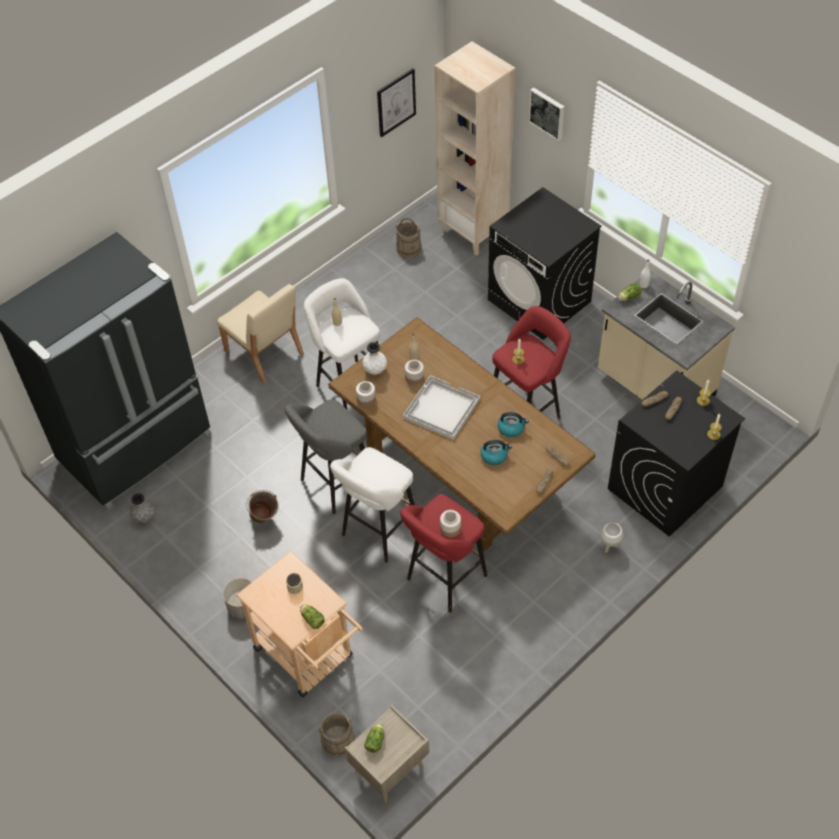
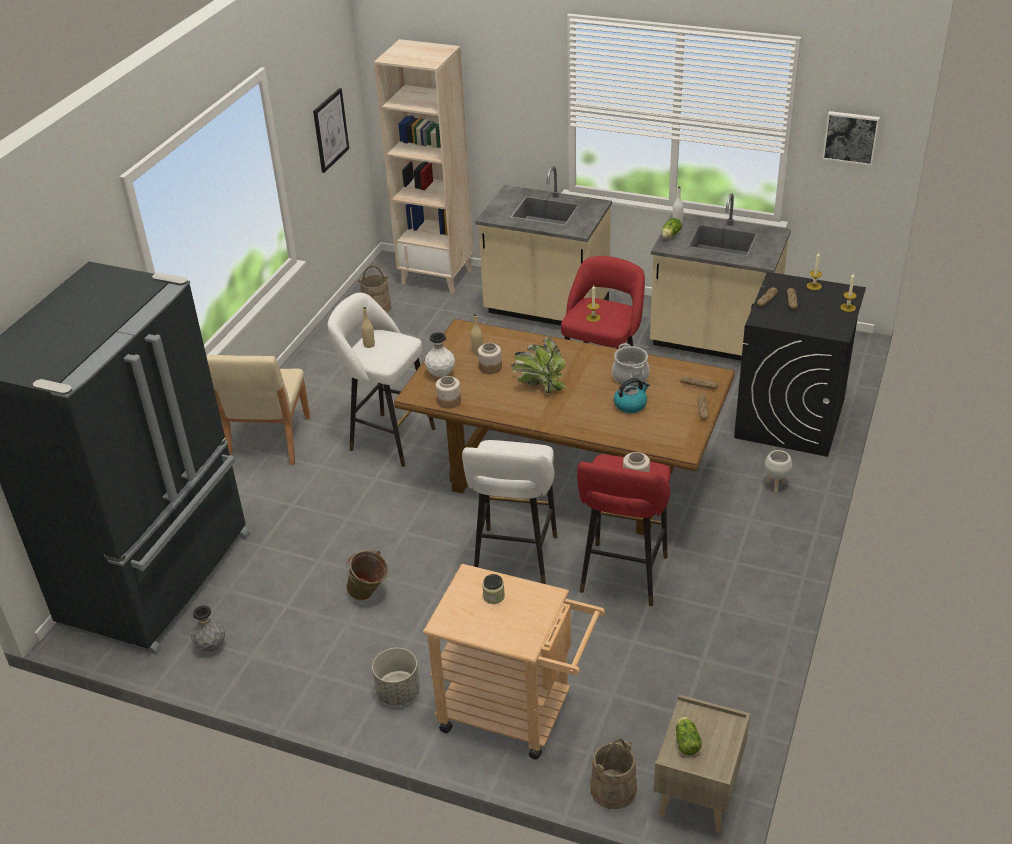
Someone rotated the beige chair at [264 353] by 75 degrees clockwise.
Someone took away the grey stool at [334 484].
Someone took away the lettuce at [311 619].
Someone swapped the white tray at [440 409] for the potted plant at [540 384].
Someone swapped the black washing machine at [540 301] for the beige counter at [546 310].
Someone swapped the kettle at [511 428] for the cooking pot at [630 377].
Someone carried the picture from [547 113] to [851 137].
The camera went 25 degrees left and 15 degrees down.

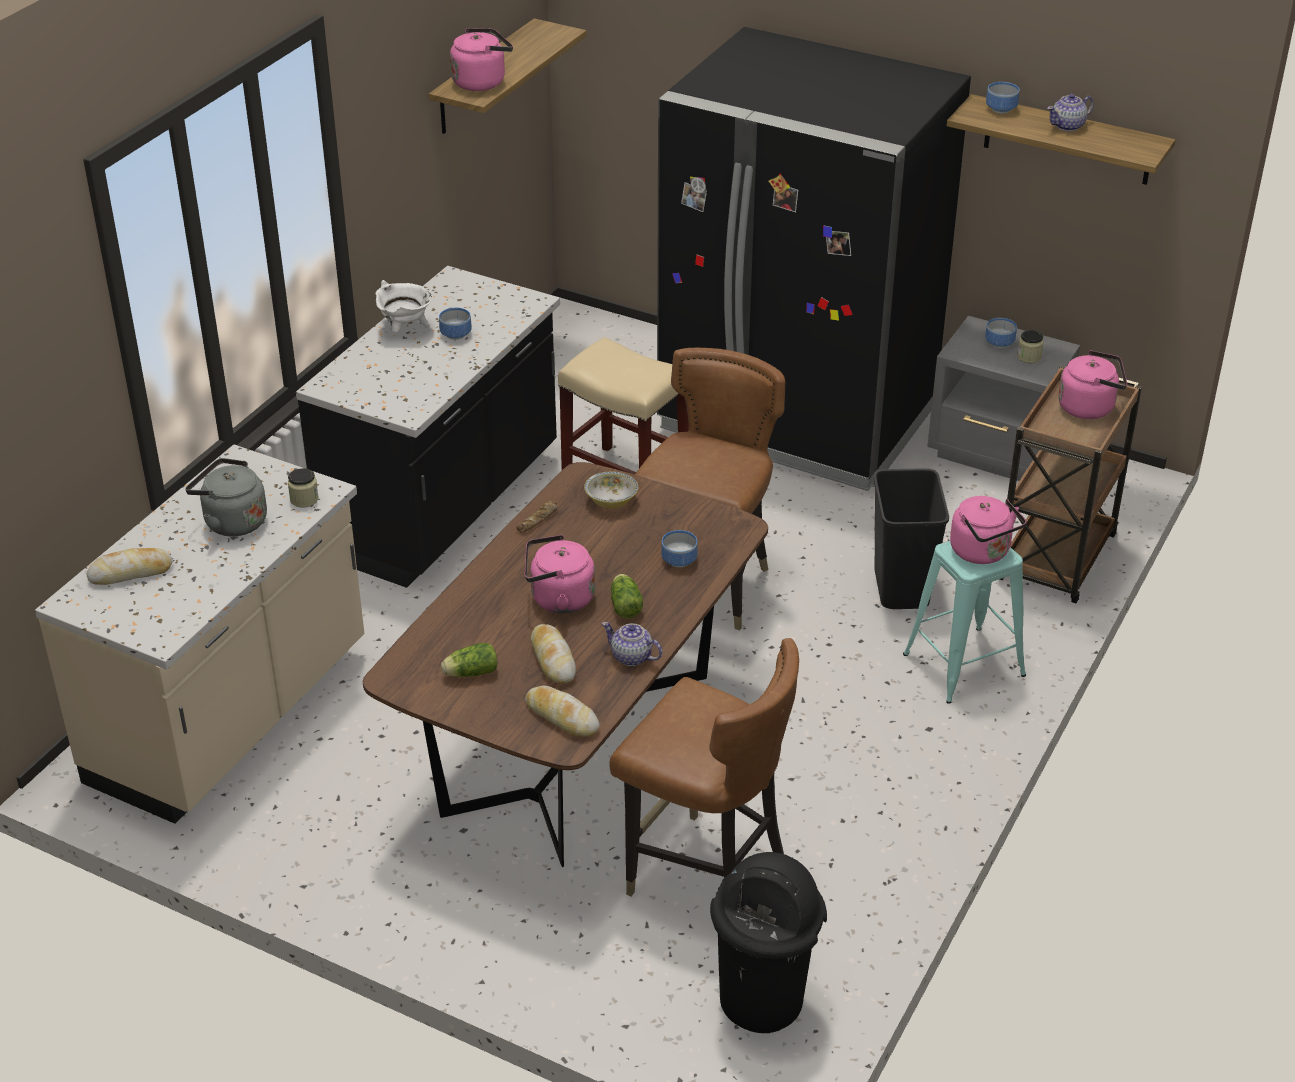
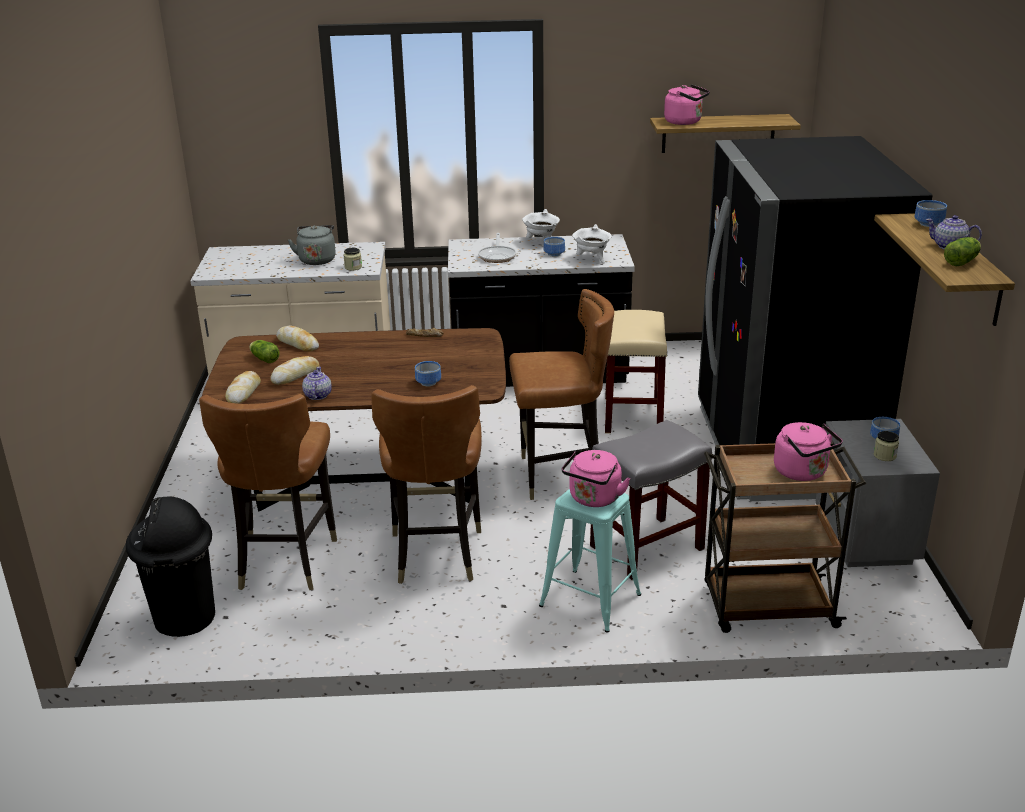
Someone carried the bread from [131 573] to [298 344].
Someone took away the pink kettle at [558 599].
Someone took away the bowl at [611 501].
Someone carried the lettuce from [625 604] to [962 261].
Someone swapped the black trash can at [902 589] for the grey stool at [646 548].
Someone put down the brown chair at [435 554].
Someone put down the frying pan at [497 256].
Someone put down the white cooking pot at [592 260].
The camera went 60 degrees right and 10 degrees down.

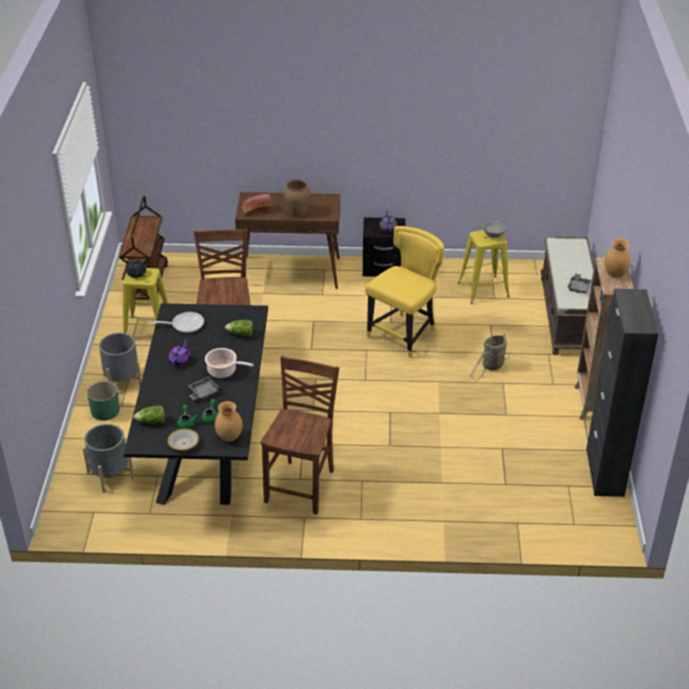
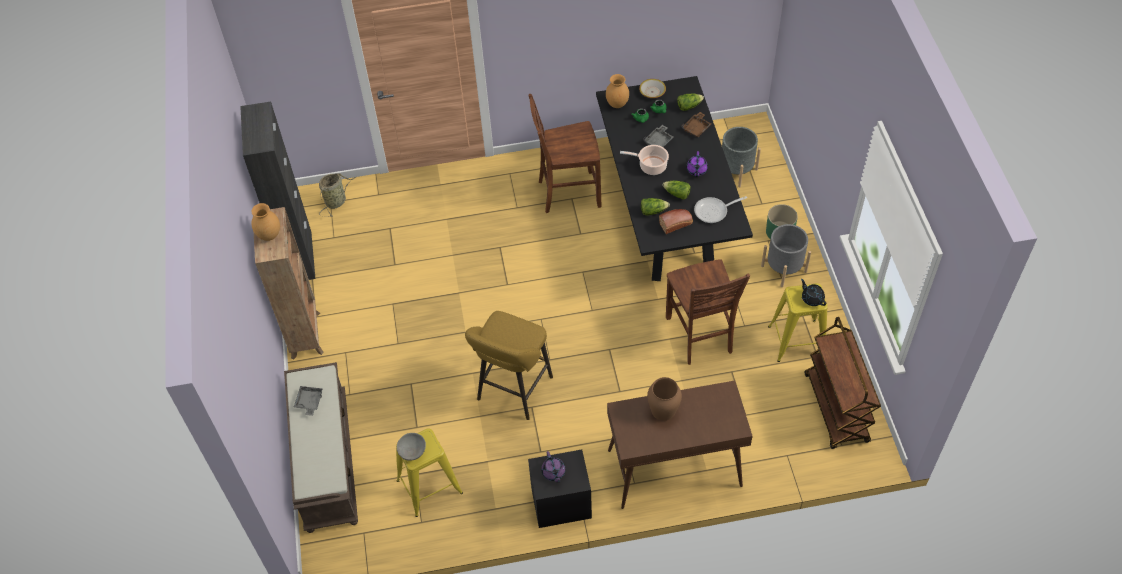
Someone carried the bread from [256 210] to [676 224].
Someone rotated the brown chair at [302 485] by 75 degrees clockwise.
Someone swapped the yellow chair at [404 334] for the yellow stool at [512 391].
Someone carried the basket from [491 367] to [336 201].
Someone put down the lettuce at [677 194].
Someone put down the brown tray at [696 128].
The camera went 170 degrees right and 15 degrees up.

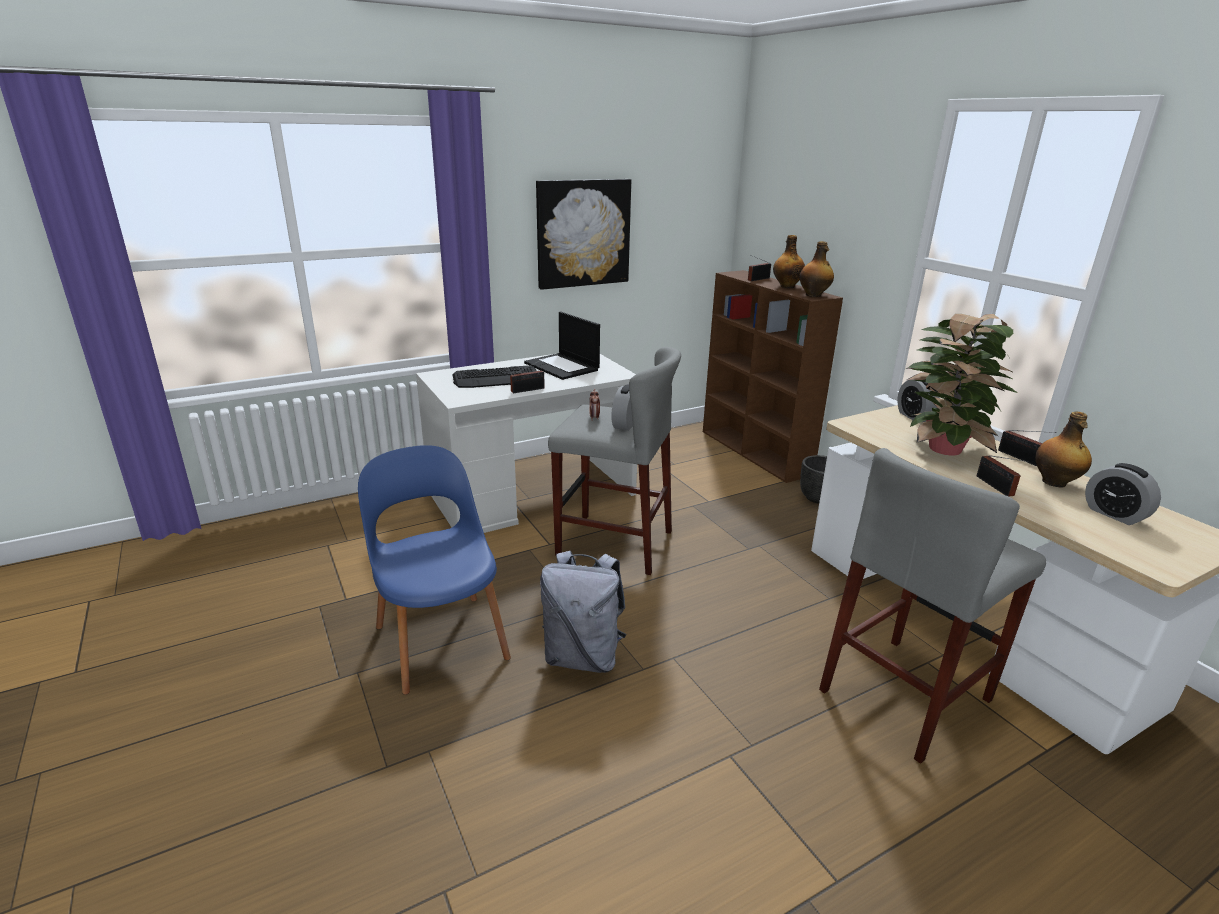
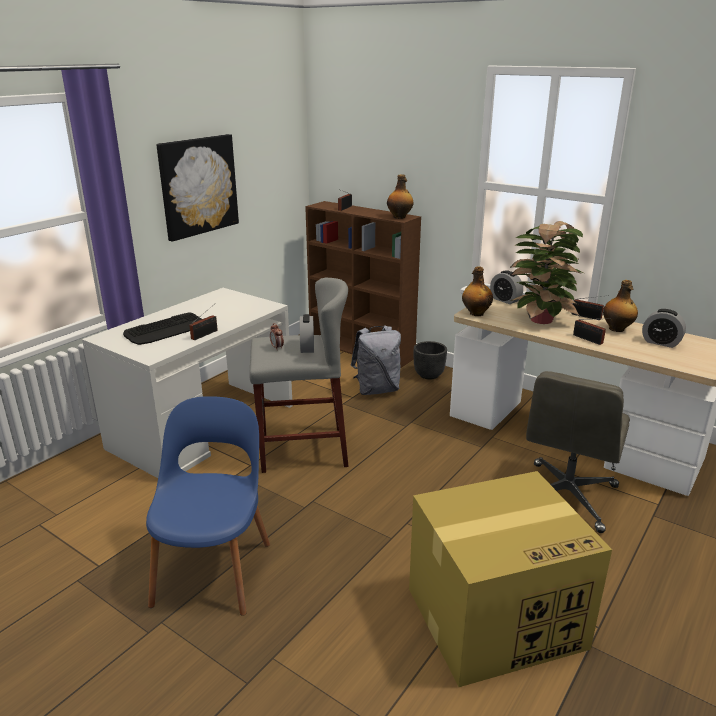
Someone rotated the blue chair at [440 638] by 60 degrees clockwise.
Someone took away the laptop at [562 367].
Someone carried the grey backpack from [583 657] to [377 390].
Someone carried the bottle from [786 286] to [476 313].
Someone swapped the grey stool at [905 695] for the grey office chair at [566 497].
Someone put down the cardboard box at [496 617].
The camera went 25 degrees left and 0 degrees up.

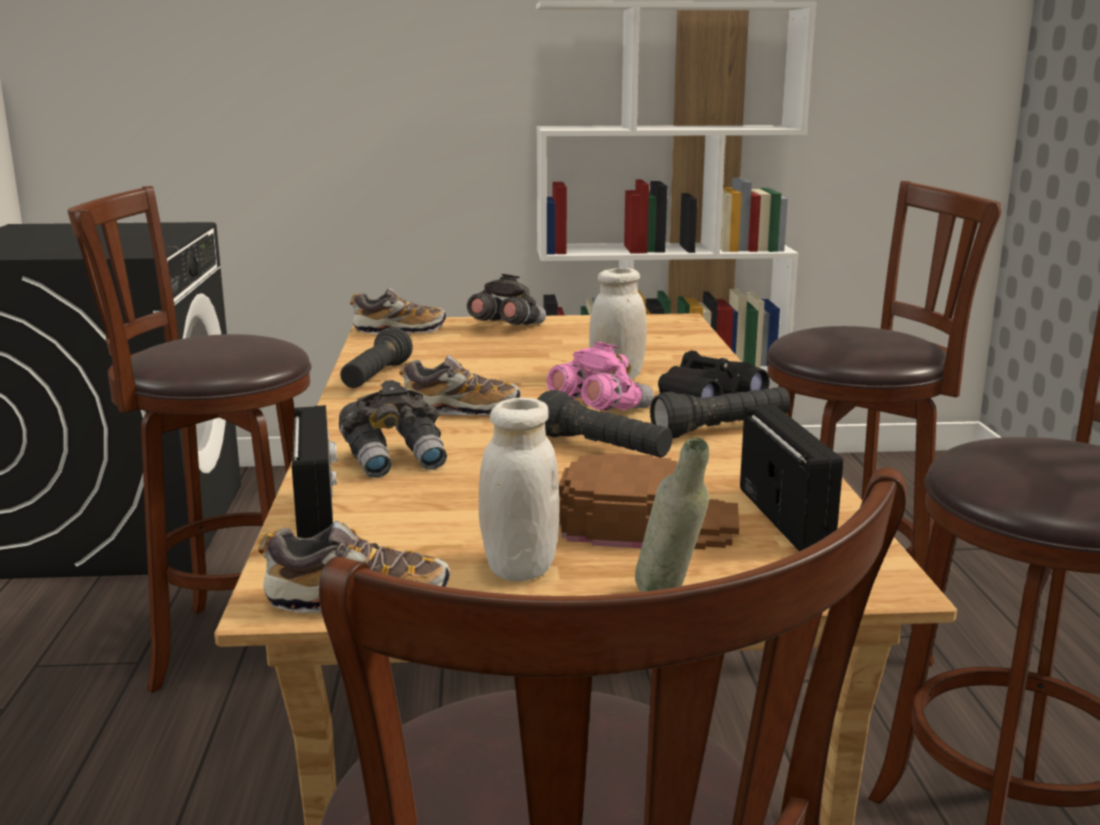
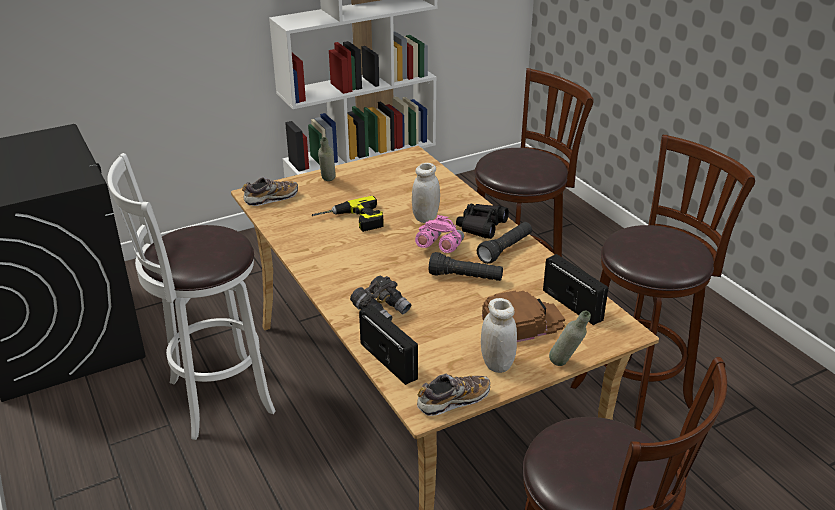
Someone repainted the brown stool at [232 647], which became the white stool at [214 399].
Someone took away the black flashlight at [376 378].
Someone took away the shoe at [460 410].
Someone swapped the grey binoculars at [506 327] for the grey bottle at [328 182].
Someone put down the power drill at [350 221].
The camera went 25 degrees left and 15 degrees up.

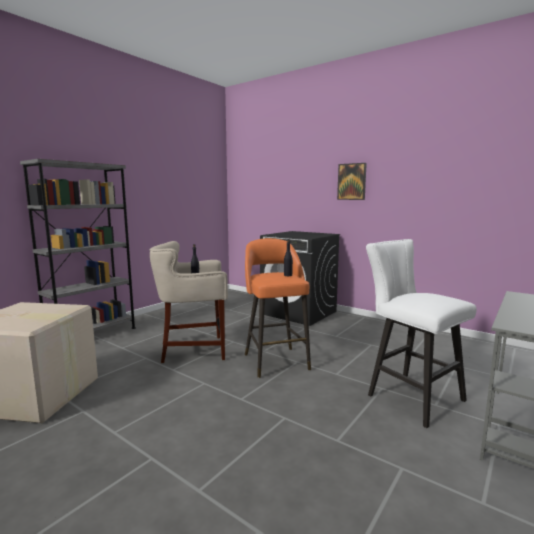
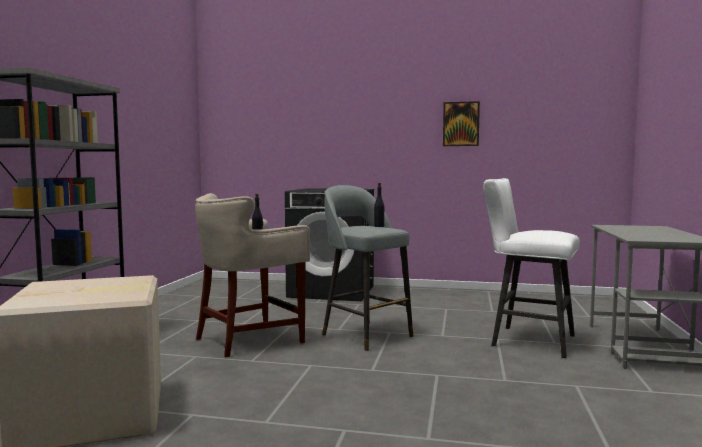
Someone repainted the orange stool at [275 361], which became the grey stool at [365 335].
Someone carried the picture from [351 181] to [461 124].
The camera went 25 degrees left and 5 degrees down.

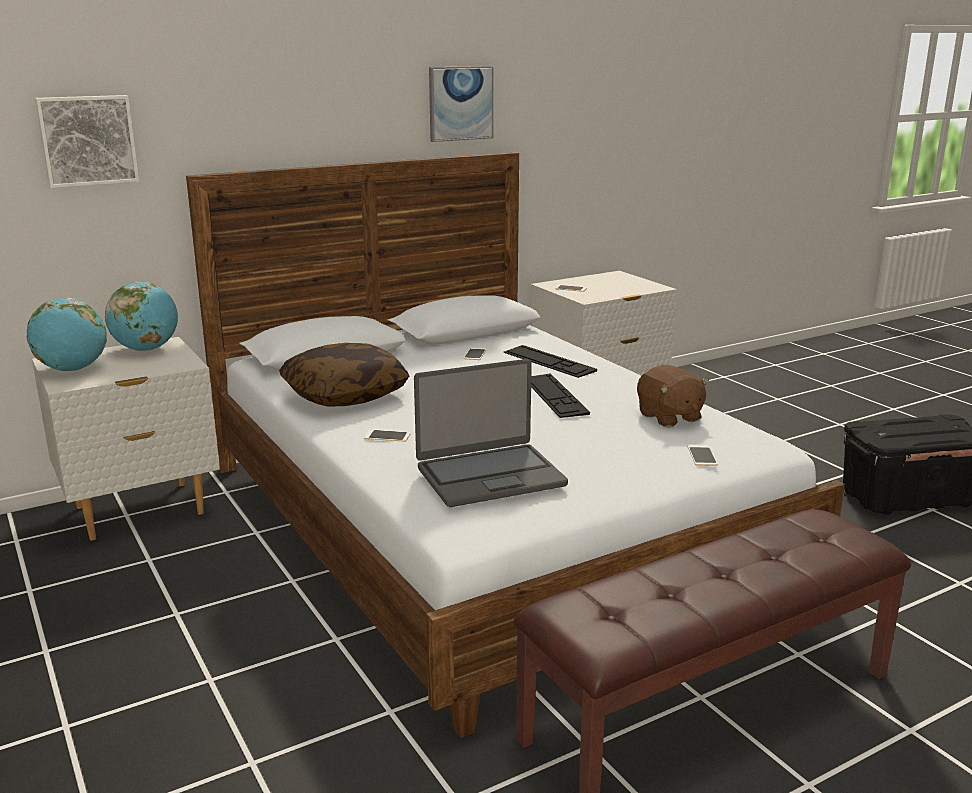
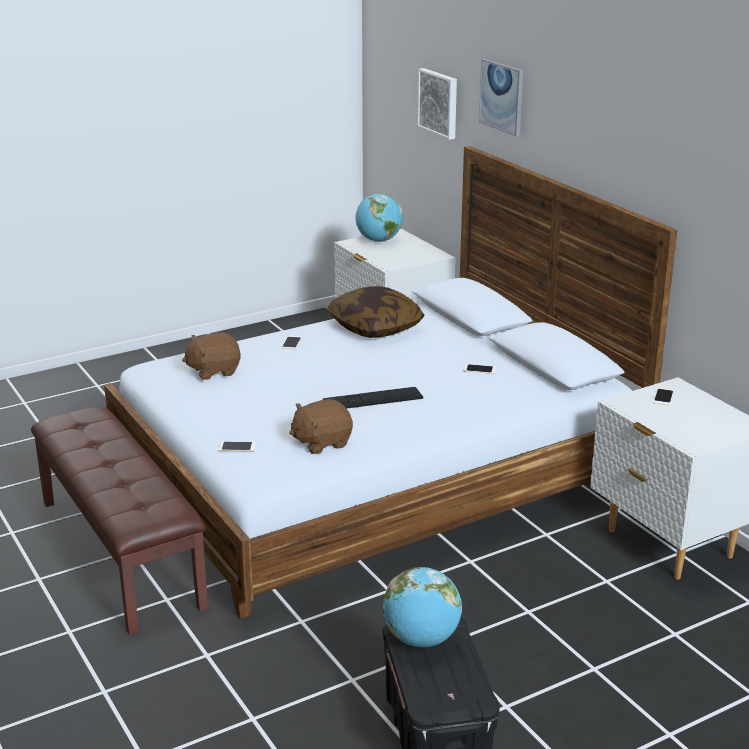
Someone carried the globe from [146 349] to [421 639].
Someone swapped the laptop at [490 476] for the brown plush toy at [213 371].
Someone carried the picture from [460 103] to [502 96].
Someone took away the keyboard at [549 361].
The camera went 90 degrees right and 5 degrees up.

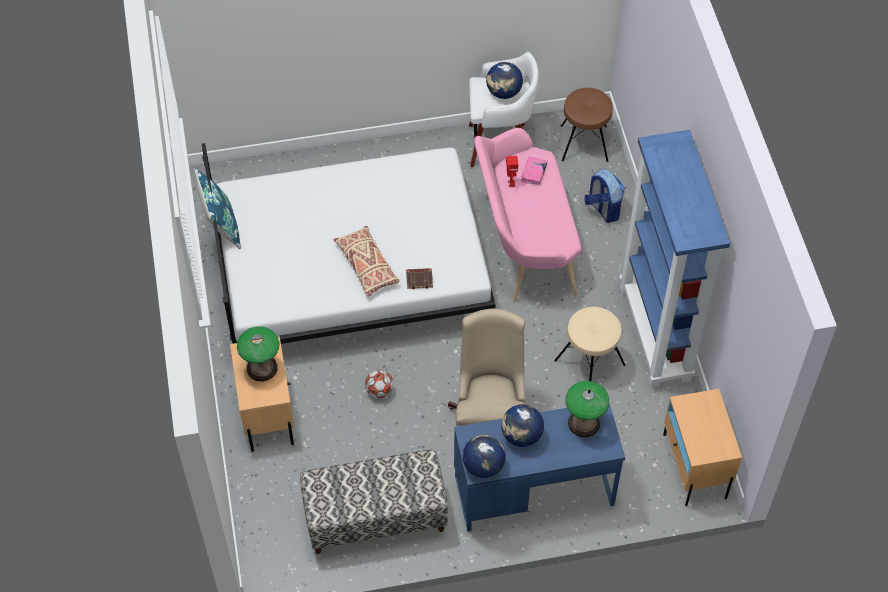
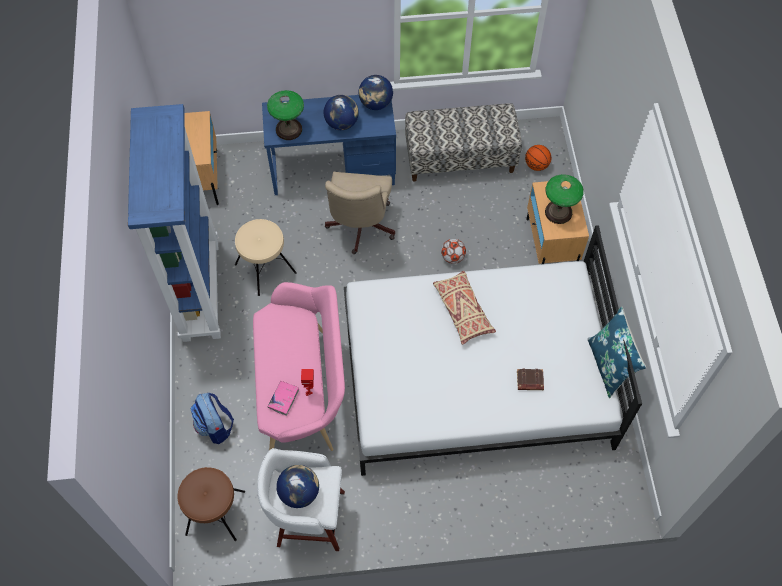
Someone carried the brown book from [419 279] to [529 381].
Someone put down the basketball at [536 165].
The camera went 175 degrees left and 5 degrees up.

